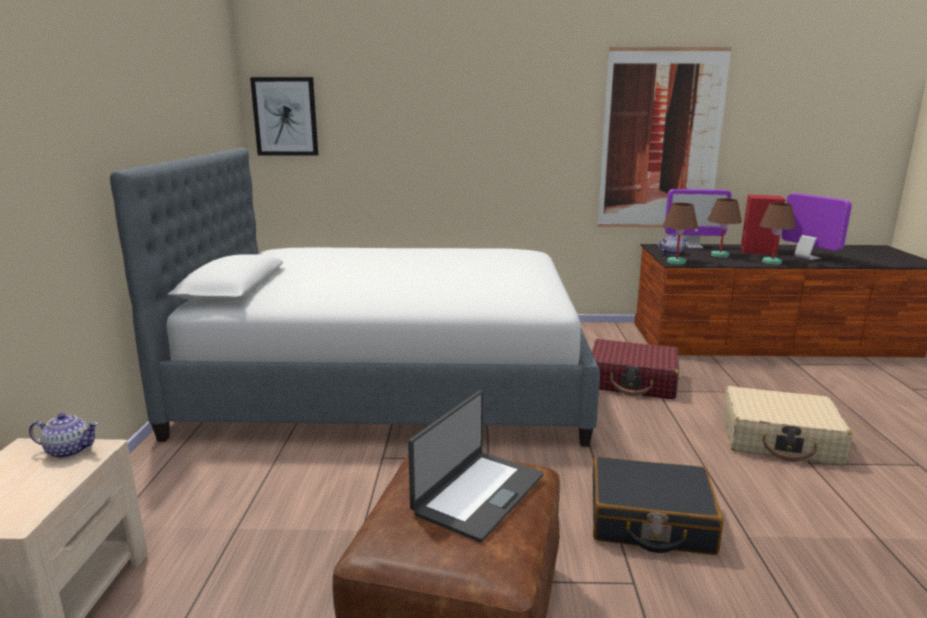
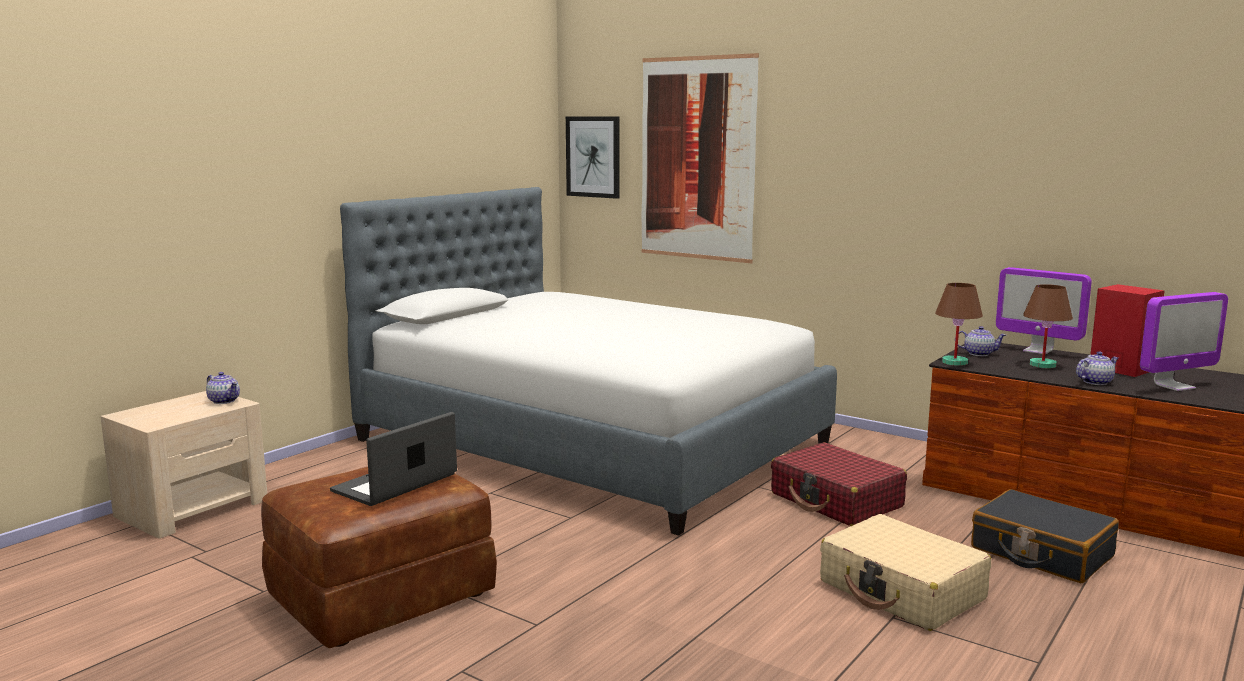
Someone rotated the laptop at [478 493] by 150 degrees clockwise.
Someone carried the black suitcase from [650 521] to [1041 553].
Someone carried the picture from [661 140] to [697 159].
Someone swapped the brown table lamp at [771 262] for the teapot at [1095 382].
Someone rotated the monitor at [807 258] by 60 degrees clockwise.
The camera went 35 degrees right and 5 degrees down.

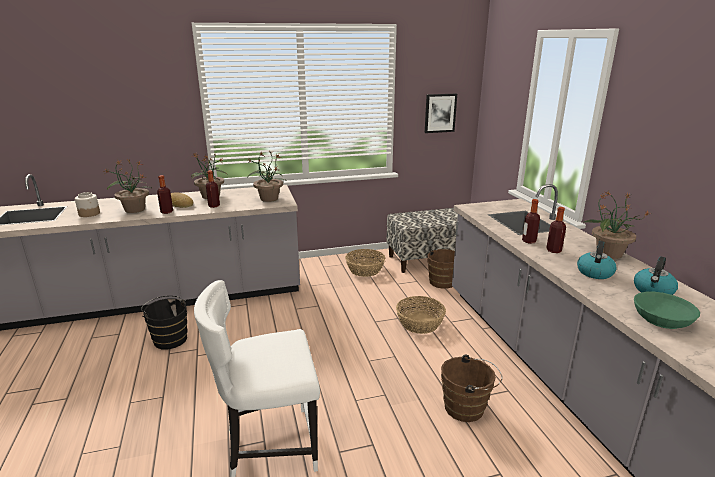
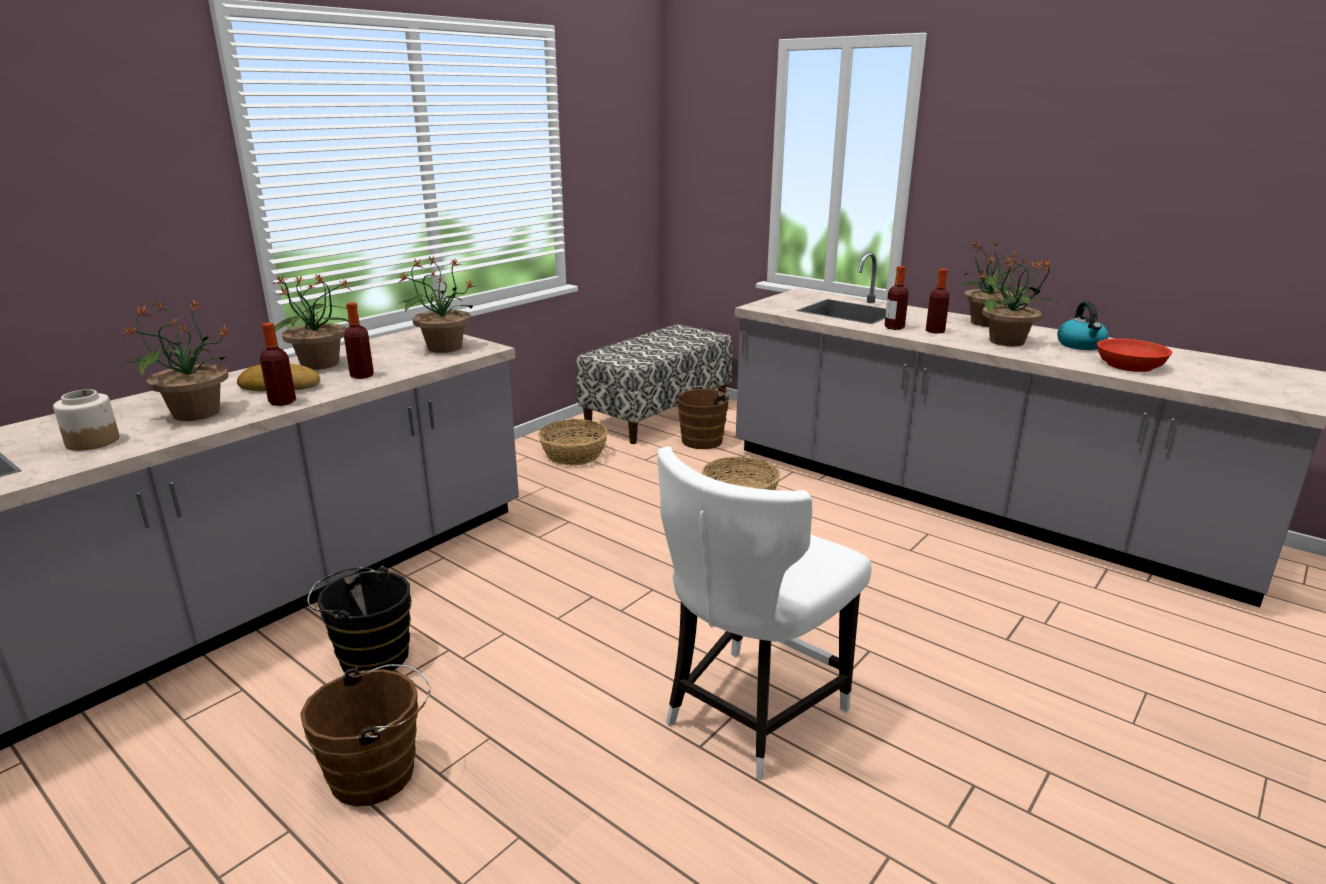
Someone took away the picture at [440 113].
Someone carried the brown bucket from [467 408] to [380 773].
Someone swapped the kettle at [594 272] for the potted plant at [1008 342].
Someone repainted the green bowl at [662 319], which became the red bowl at [1129 365].
The camera went 35 degrees left and 0 degrees up.

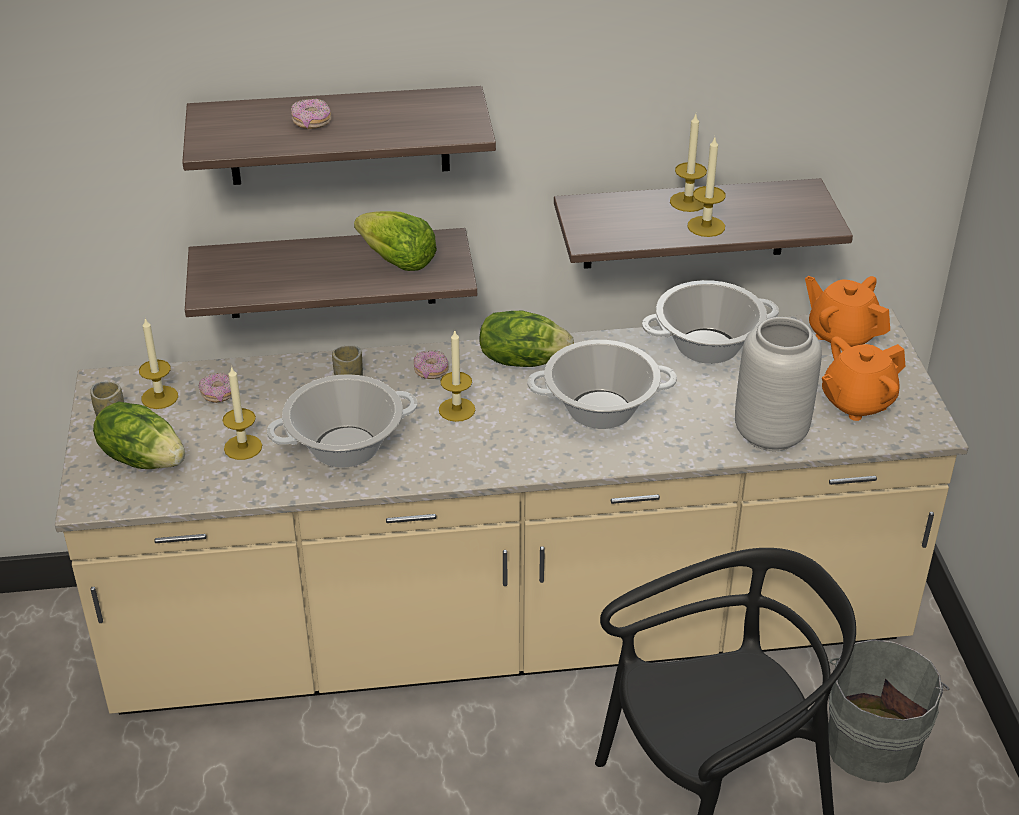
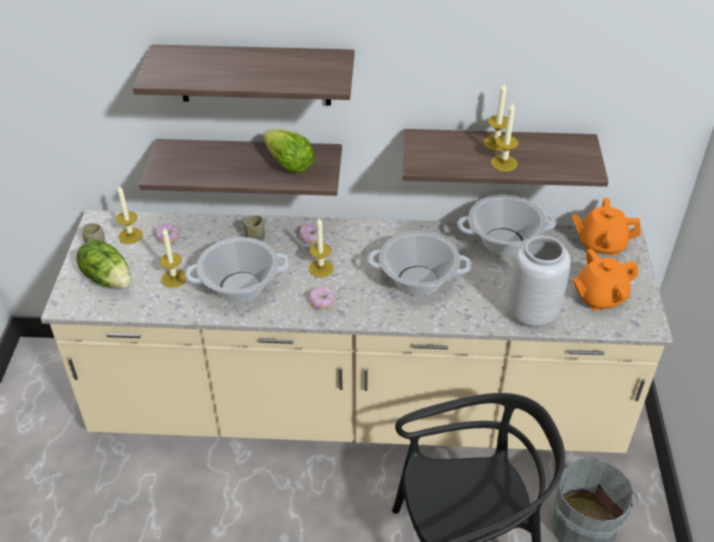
Someone carried the donut from [311 122] to [322 302].
Someone took away the lettuce at [522 360].
Someone rotated the orange teapot at [842 335] by 45 degrees counterclockwise.
The camera went 10 degrees right and 5 degrees up.

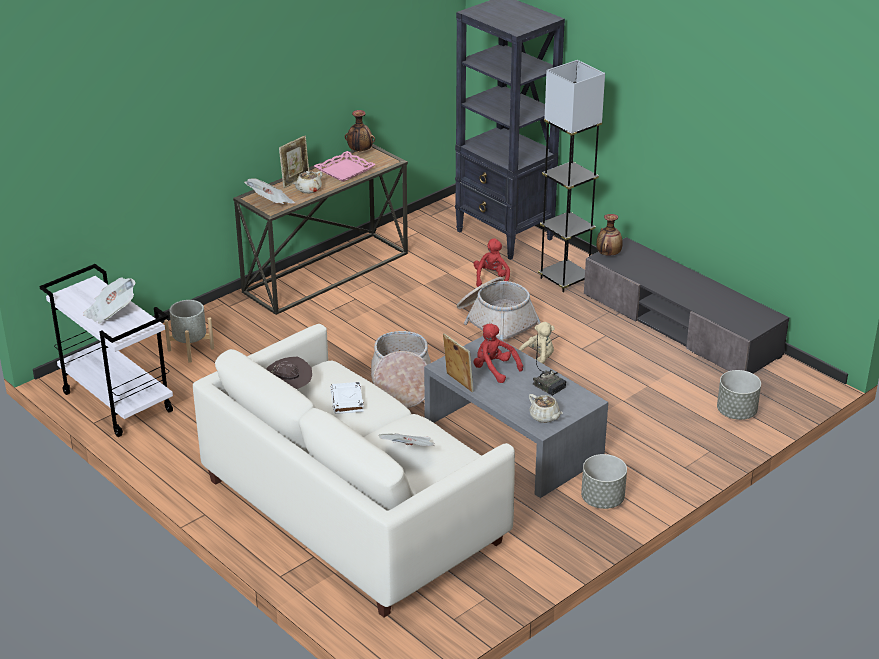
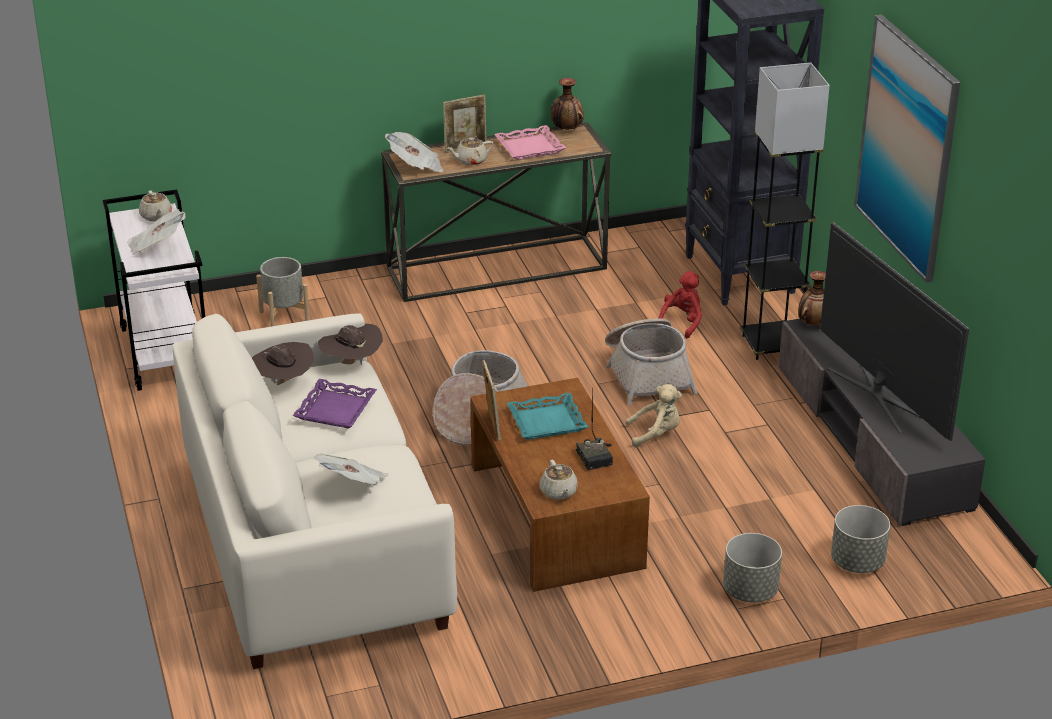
Someone swapped the white book at [347 401] for the purple tray at [336 410].
Someone repainted the grey coffee table at [512 440], which became the brown coffee table at [554 515].
Someone swapped the red plush toy at [494 369] for the turquoise tray at [546 421].
Someone carried the grey planter from [602 499] to [750 590].
Someone put down the beige teapot at [156 216].
Someone put down the brown hat at [351 363].
Someone put down the television at [880 395].
Someone put up the picture at [907 147].
The camera went 25 degrees right and 0 degrees up.

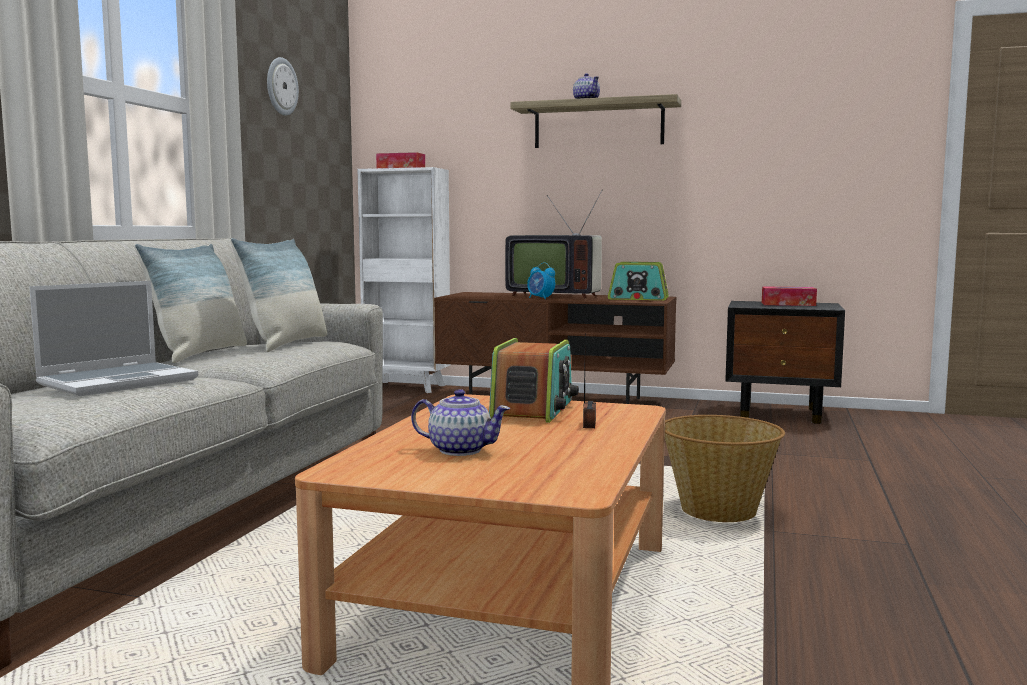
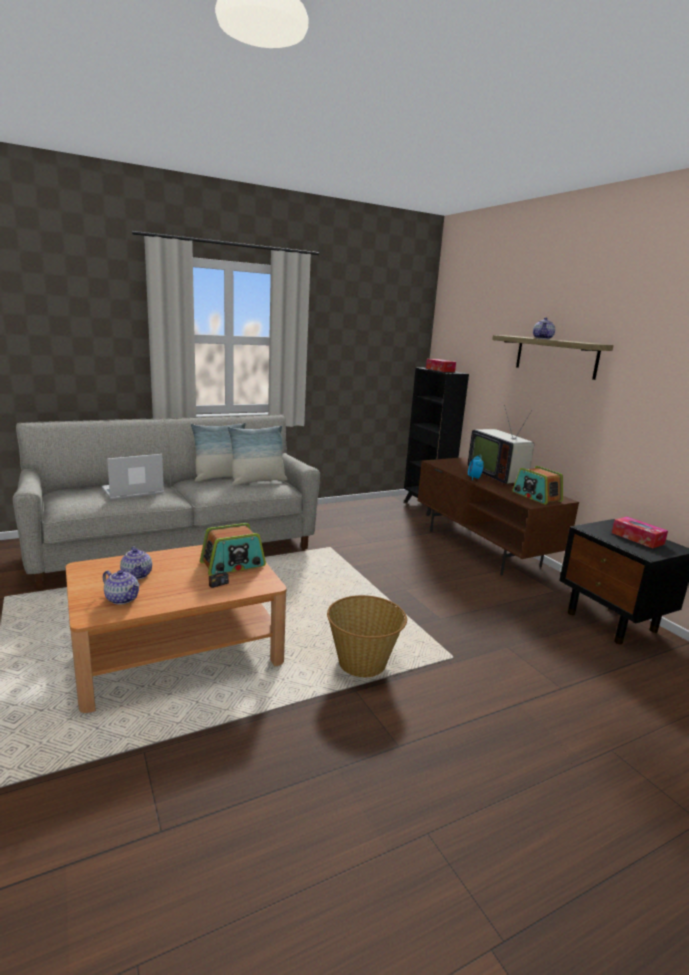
Someone rotated the laptop at [119 382] by 150 degrees clockwise.
Someone took away the wall clock at [281 86].
Someone repainted the white bookcase at [407 387], which became the black bookcase at [426 507].
Someone put down the teapot at [122 598].
The camera went 45 degrees right and 10 degrees up.

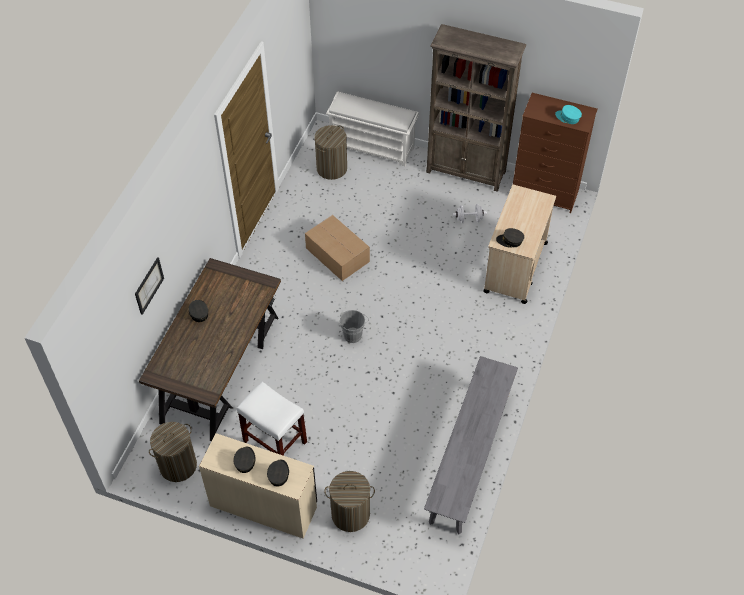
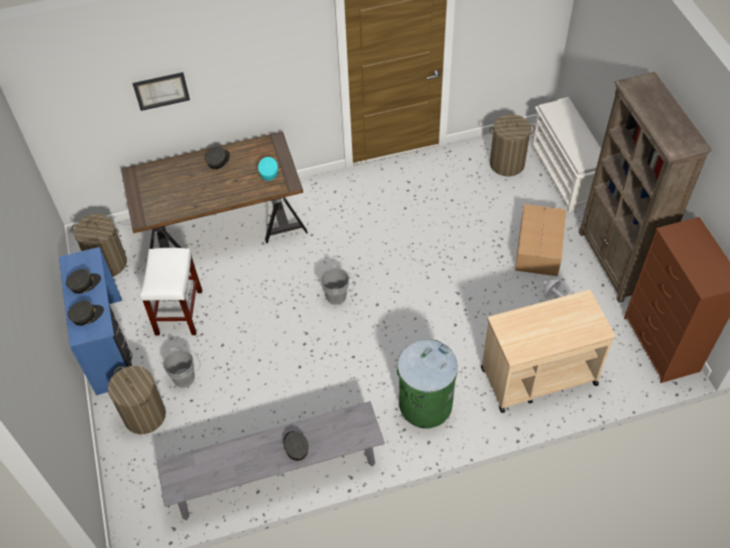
Someone repainted the beige desk at [263 505], which became the blue desk at [110 345].
Someone carried the cardboard box from [338 255] to [538 248].
Someone carried the grey cap from [510 241] to [295 447].
Someone carried the turquoise cap from [568 117] to [268 171].
Someone put down the grey bucket at [186 377].
Someone put down the green trash can at [425 404].
The camera went 55 degrees right and 0 degrees up.

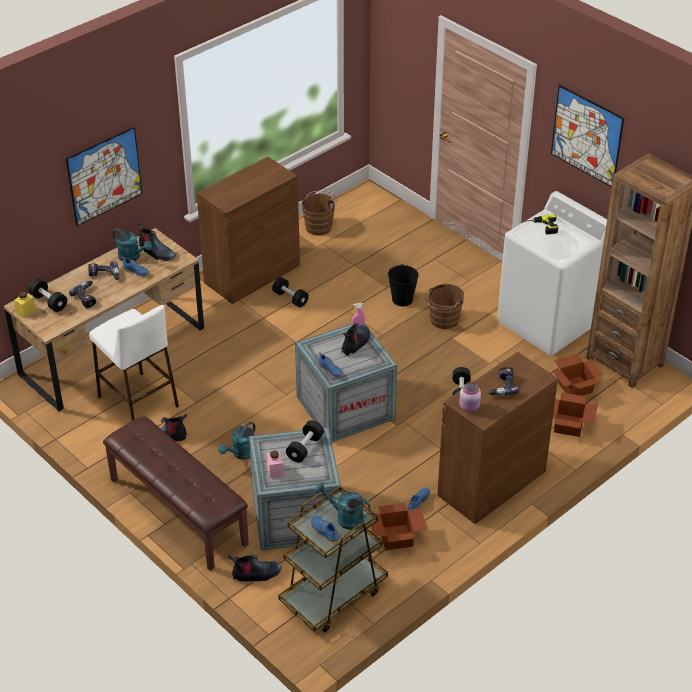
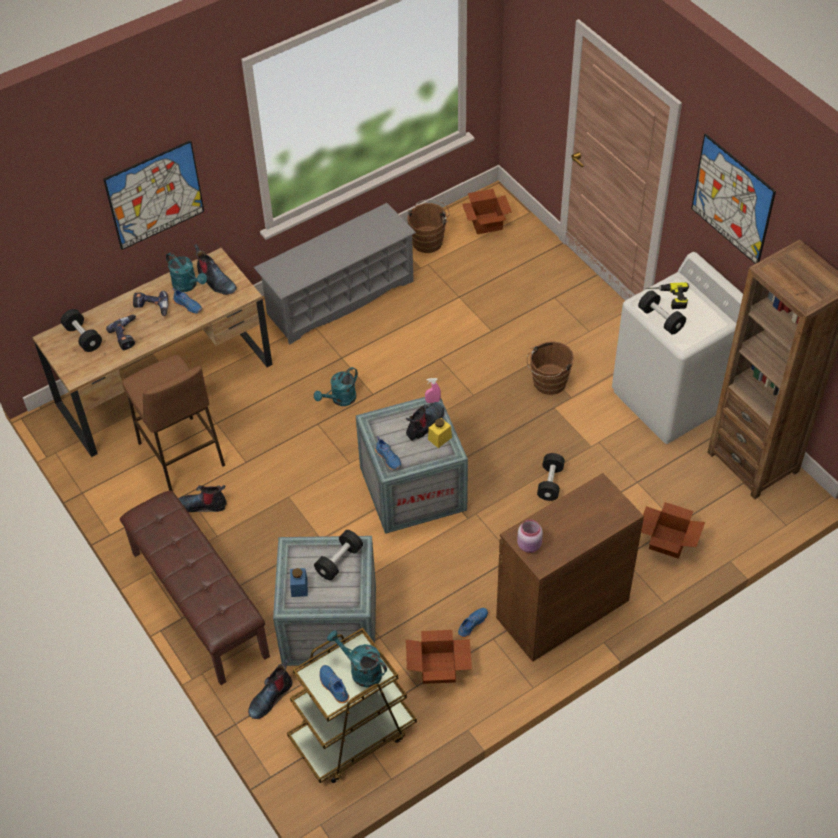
Someone carried the yellow jar from [26 311] to [439 438].
Someone repainted the white stool at [138 402], which became the brown stool at [181 454].
Someone swapped the brown cabinet at [252 274] for the grey shoe rack at [340 298].
Someone carried the turquoise watering can from [241 454] to [340 399].
Someone rotated the boot at [255 574] by 135 degrees clockwise.
Someone repainted the pink jar at [275 470], which became the blue jar at [299 587].
Someone carried the black dumbbell from [290 298] to [660 319].
Someone took away the black bucket at [402 299].
Someone took away the power drill at [502 386].
Someone carried the cardboard box from [575 386] to [486 222].
The camera went 10 degrees right and 10 degrees up.

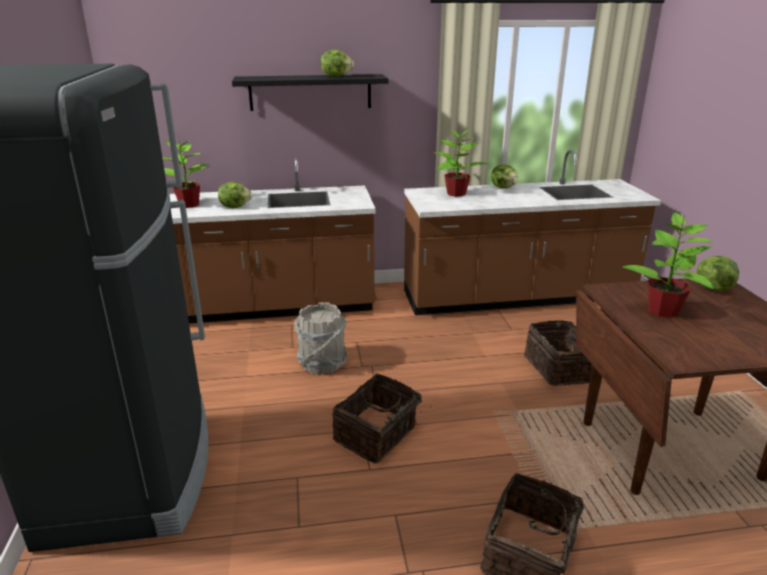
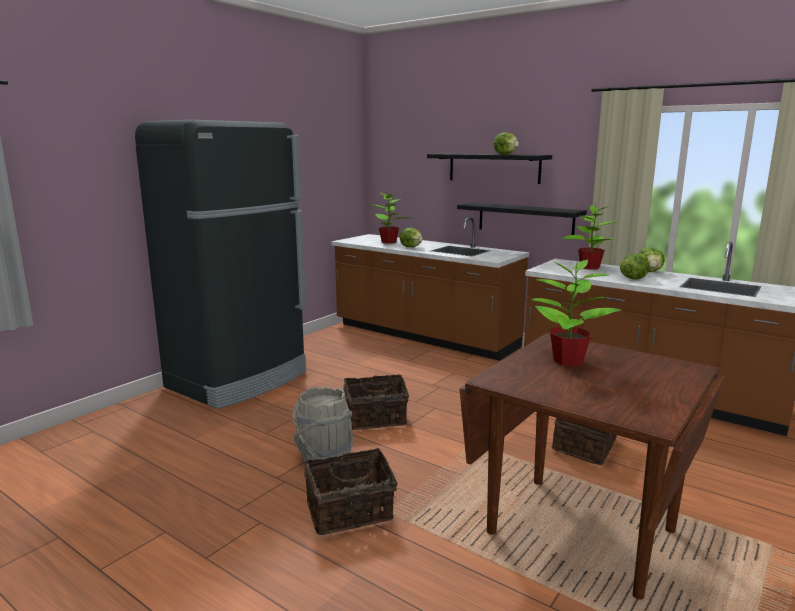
Someone carried the grey bucket from [322 363] to [324 455].
Someone carried the lettuce from [712 288] to [633 278].
Someone put up the black shelf at [525 219].
The camera went 45 degrees right and 10 degrees down.

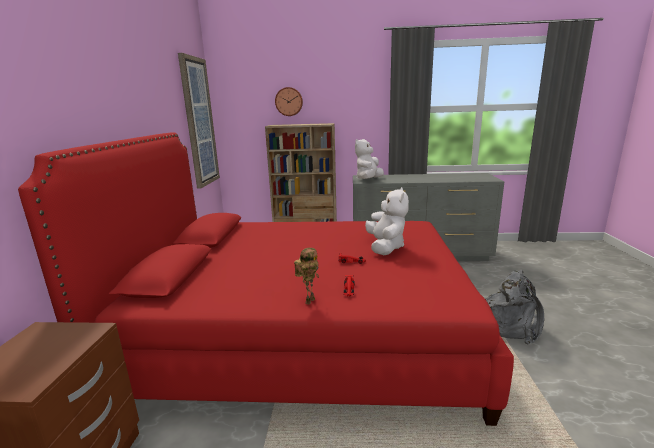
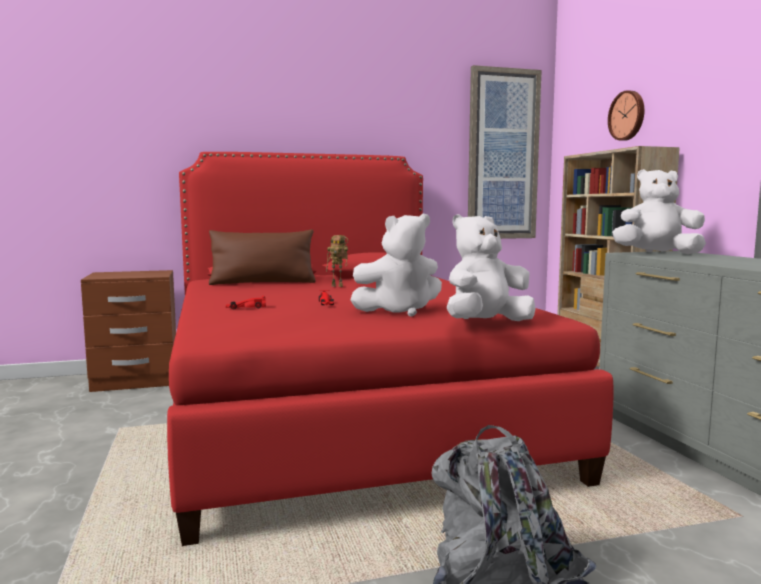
Someone carried the toy robot from [309 300] to [338 286].
Someone put down the brown pillow at [263 283].
Someone put down the white plush toy at [486 324].
The camera went 70 degrees right and 10 degrees down.

